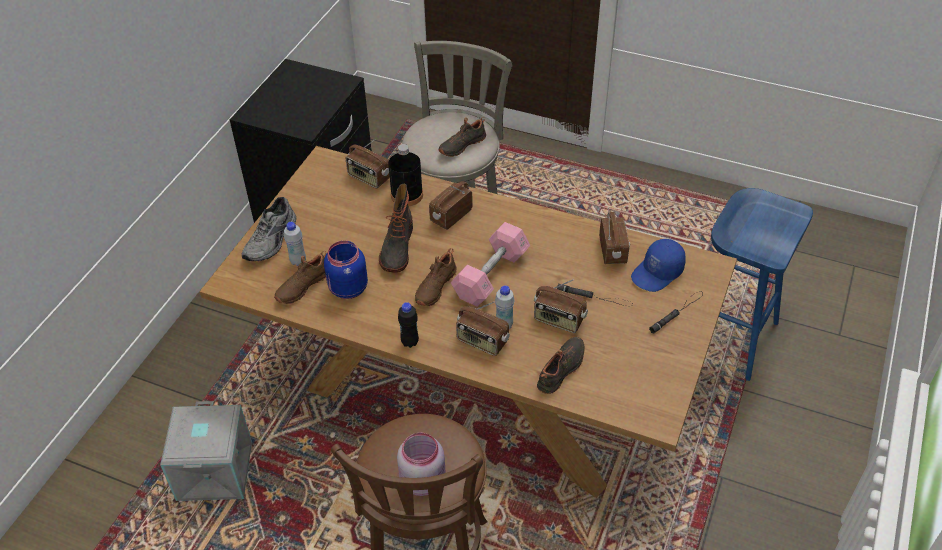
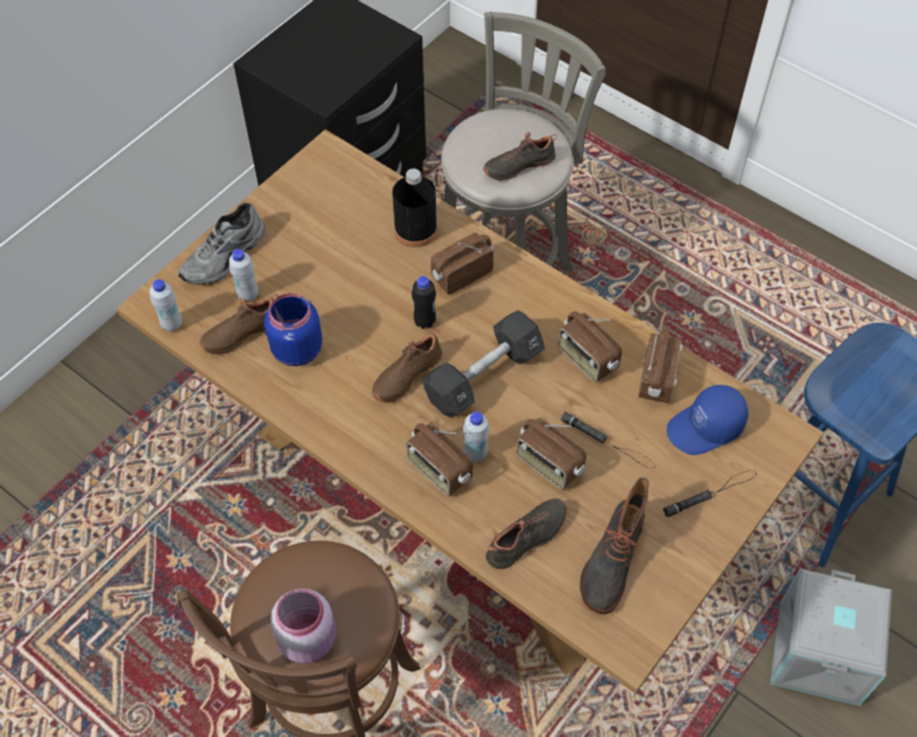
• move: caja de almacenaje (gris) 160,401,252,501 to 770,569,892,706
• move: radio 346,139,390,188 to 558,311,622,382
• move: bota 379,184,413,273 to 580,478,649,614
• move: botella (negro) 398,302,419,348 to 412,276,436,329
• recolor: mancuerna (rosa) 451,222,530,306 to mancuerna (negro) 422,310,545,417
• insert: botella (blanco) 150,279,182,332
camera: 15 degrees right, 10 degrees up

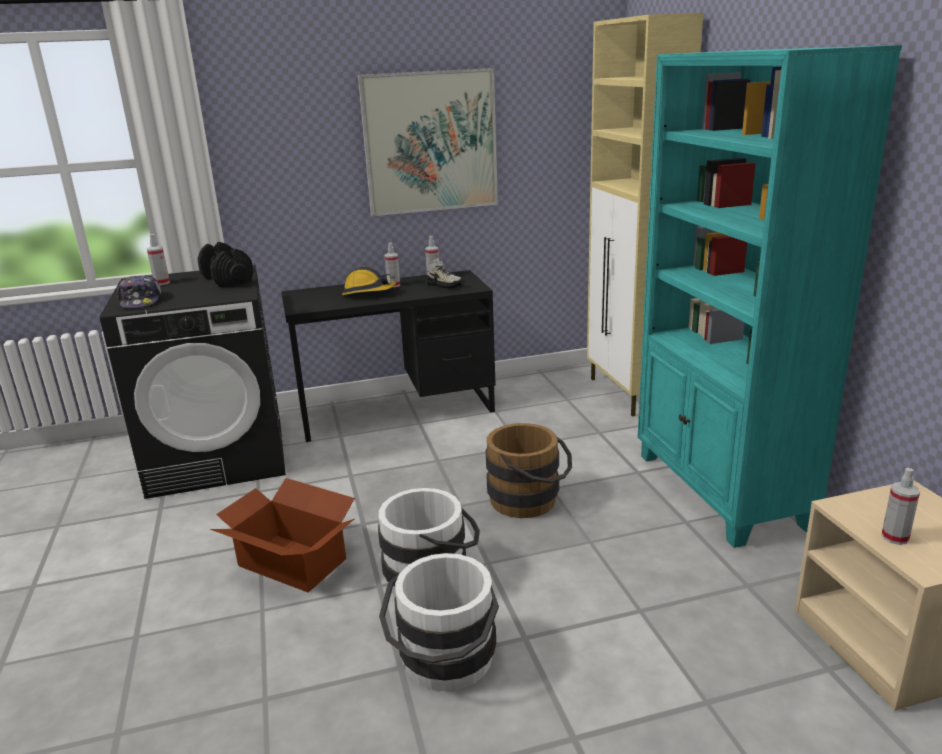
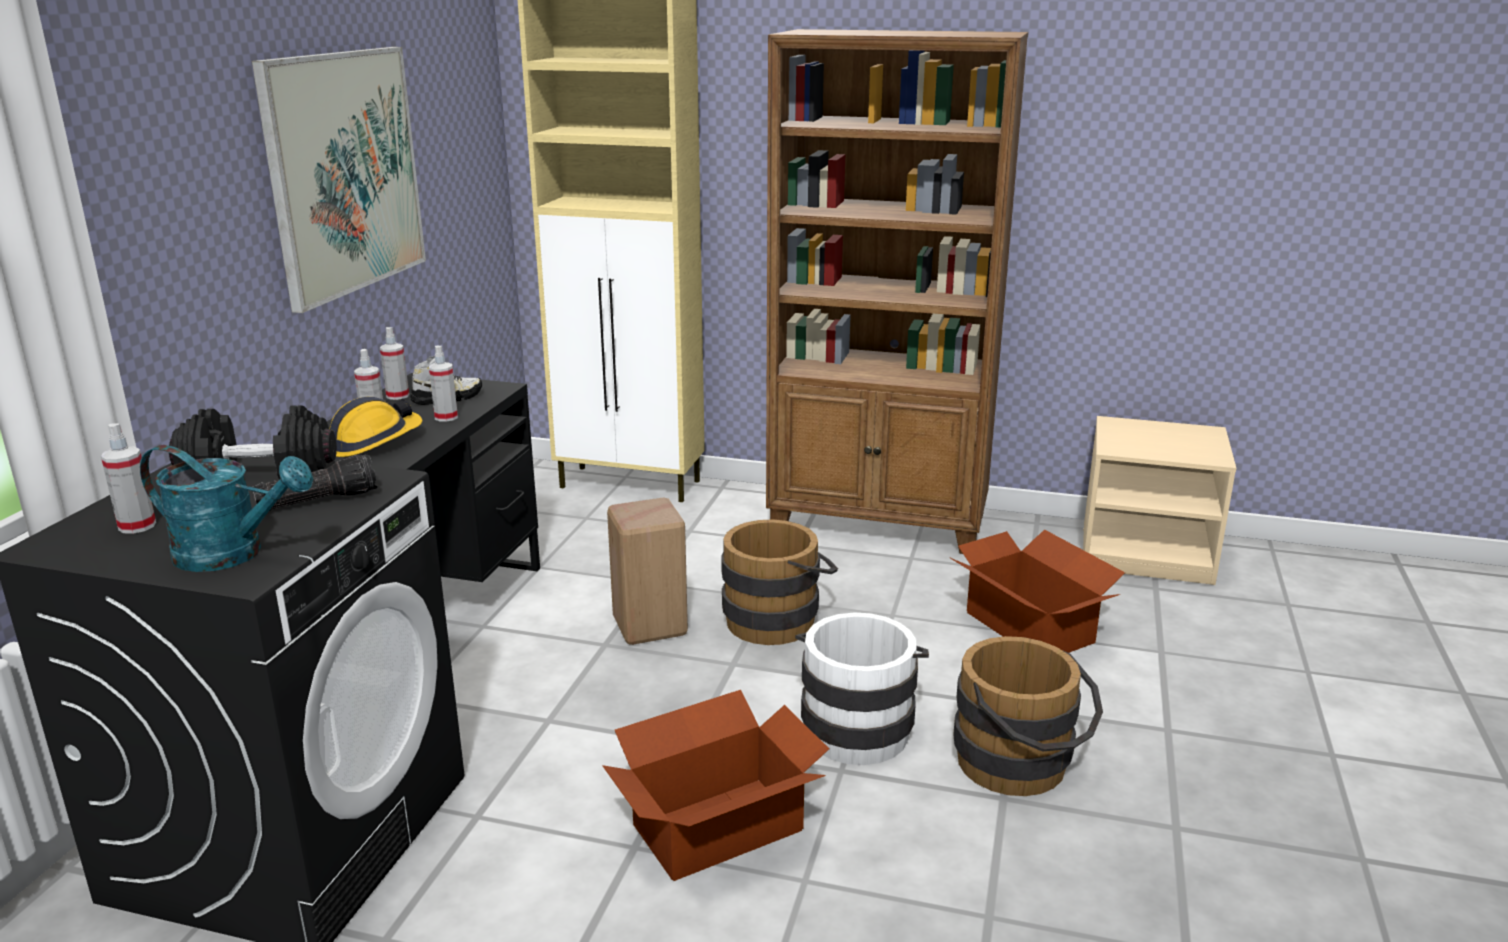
• replace: gorra 117,275,161,308 to regadera (turquesa) 140,445,313,572
• recolor: cubo (blanco) 379,553,499,692 to cubo (marrón) 953,636,1103,796
• recolor: estantería (turquesa) 638,45,902,548 to estantería (marrón) 766,29,1028,554
• move: pulverizador 881,468,920,545 to 429,346,458,422
• insert: linterna 252,454,378,511
• insert: taburete (beis) 607,498,688,645
• insert: caja de cartón 950,529,1125,653
camera: 60 degrees left, 0 degrees up

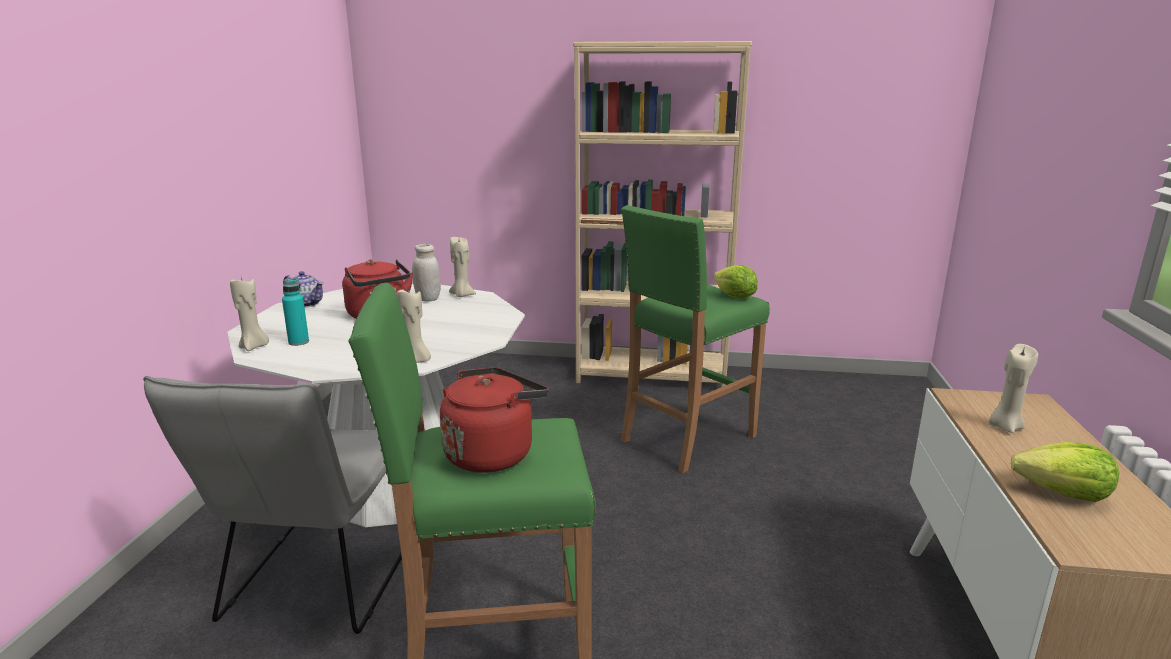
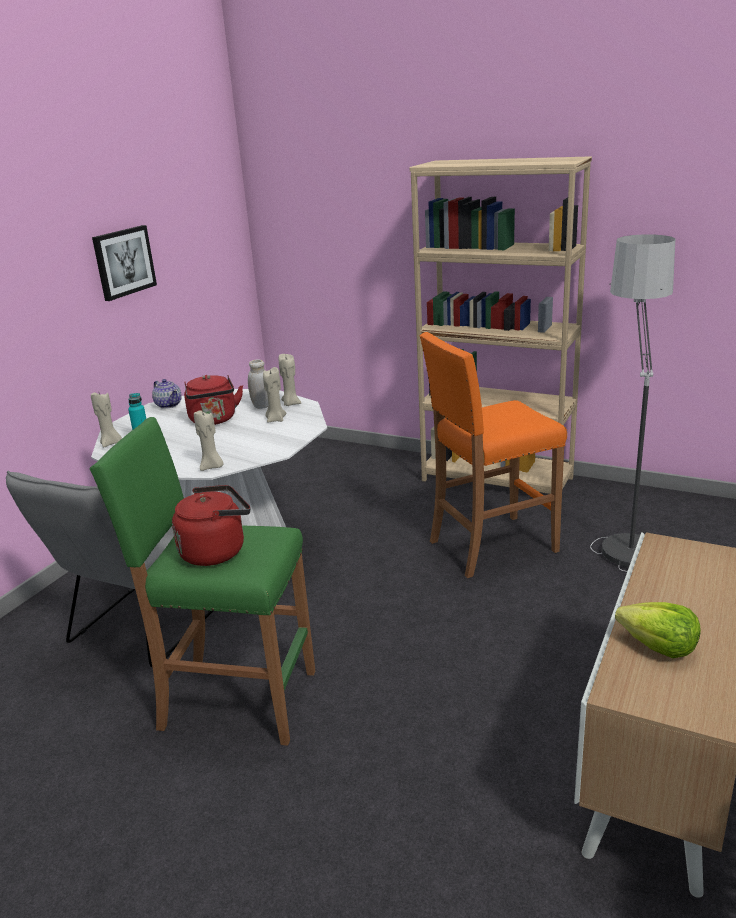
• recolor: taburete (verde) 621,205,770,473 to taburete (naranja) 420,332,567,578
• delete: lechuga 713,265,758,298
• move: vela (beis) 989,344,1038,433 to 263,367,286,423
• insert: cuadro 92,225,157,301
• insert: lámpara de pie 590,234,675,572
camera: 20 degrees right, 5 degrees up

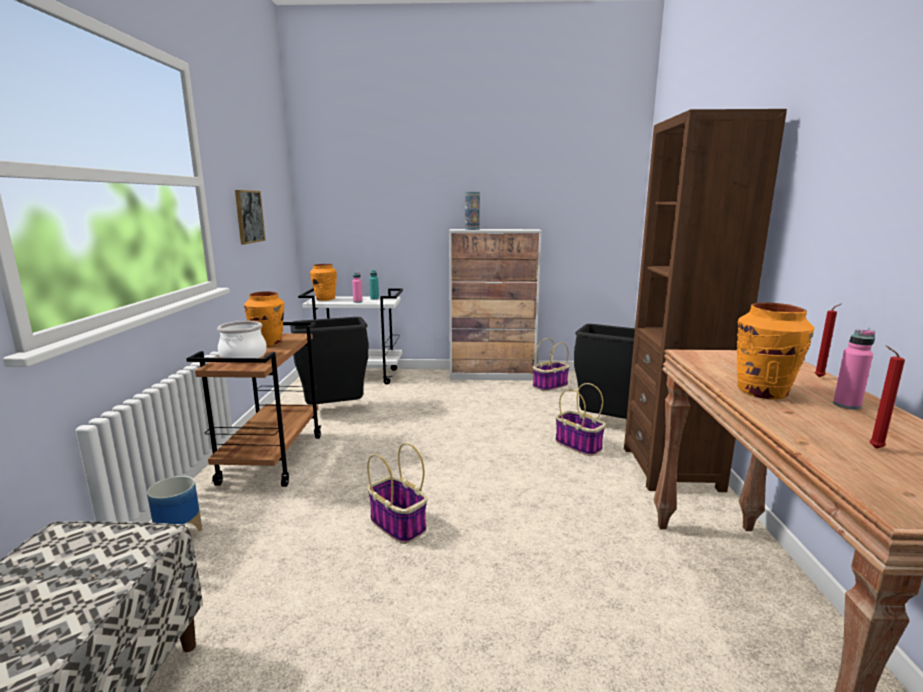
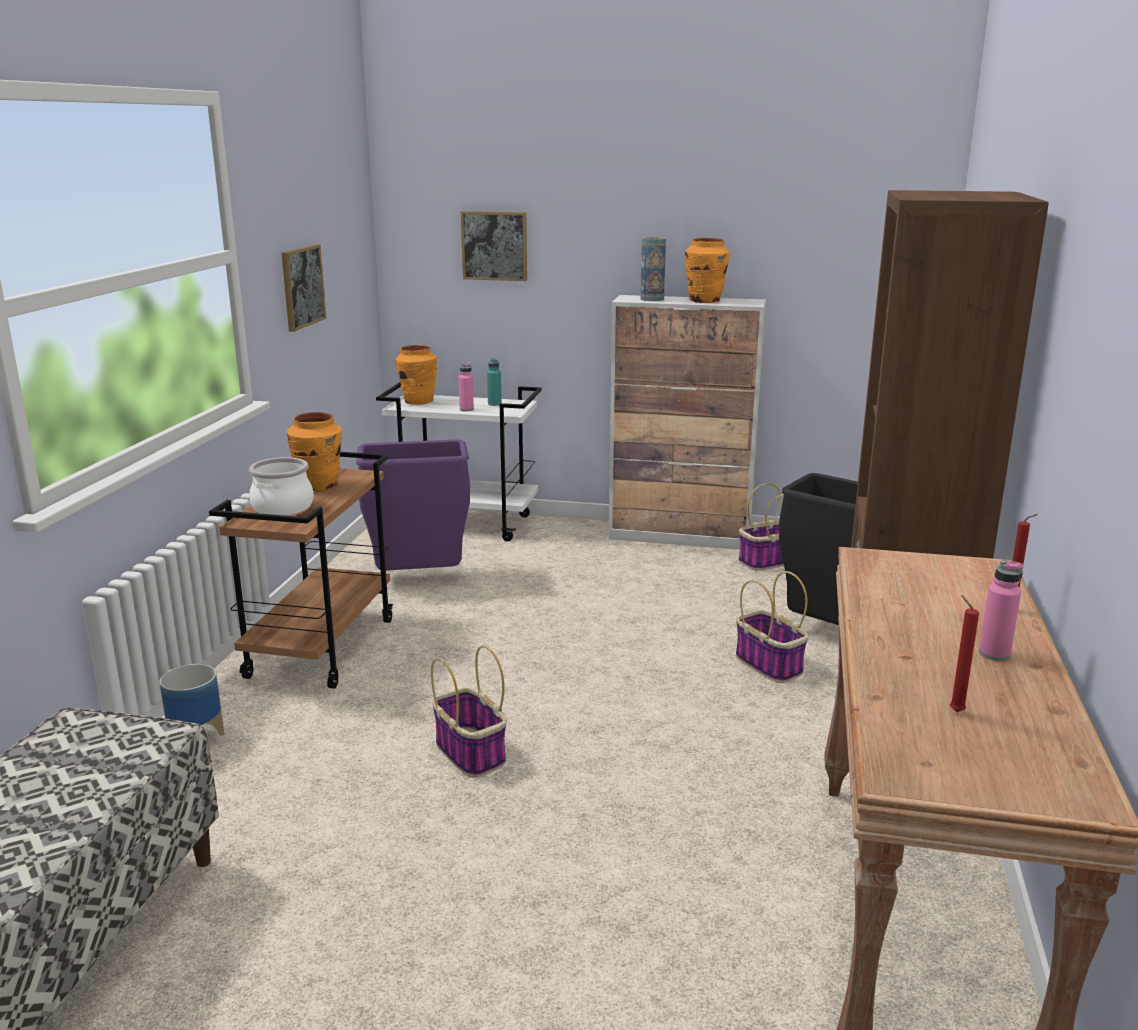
• recolor: papelera (negro) 290,317,369,405 to papelera (morado) 356,440,470,571
• move: florero (naranja) 736,302,815,399 to 685,238,730,303
• insert: cuadro 461,211,527,281
camera: 10 degrees right, 5 degrees up

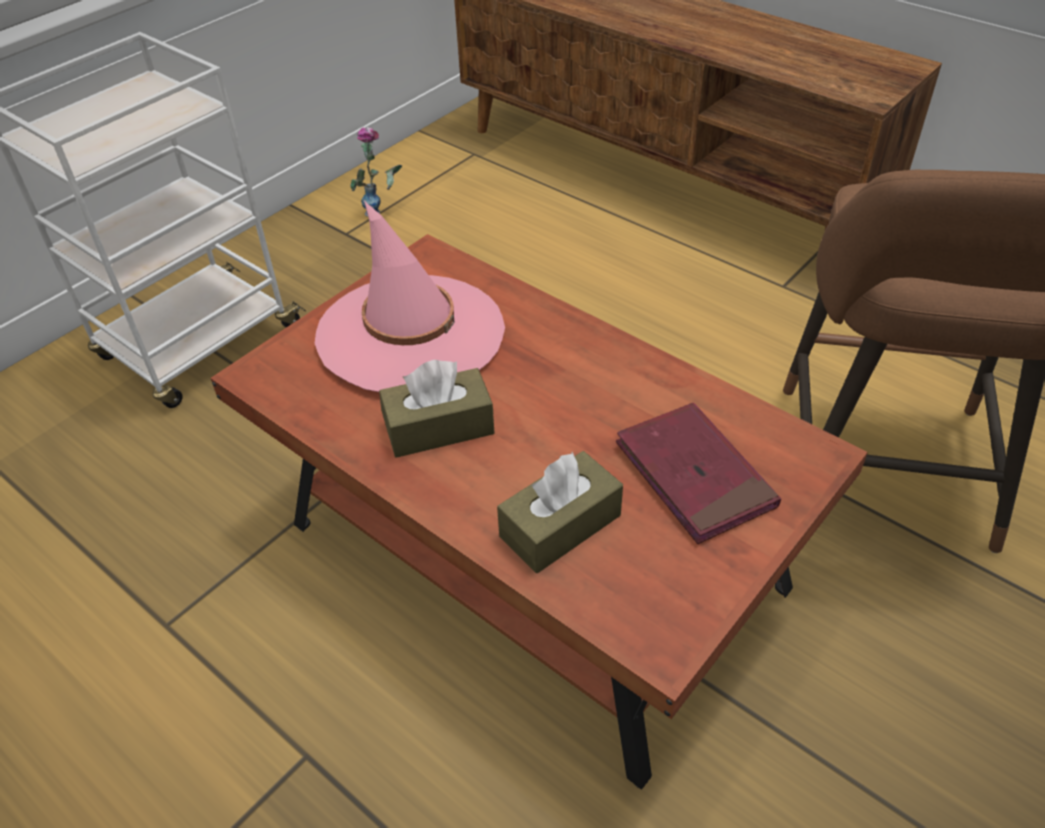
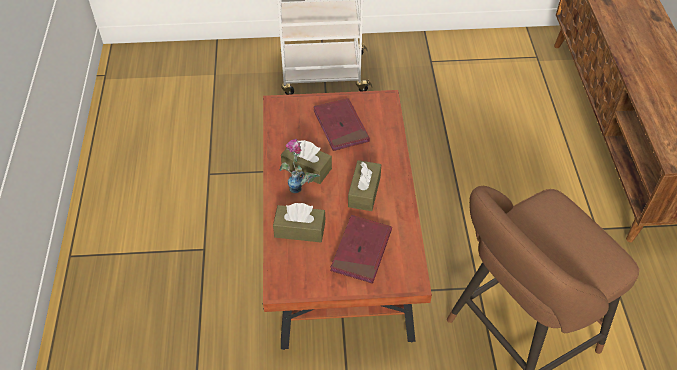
• replace: sombrero (rosa) 315,201,505,392 to libro (rojo) 314,98,370,151
• move: florero 351,127,402,216 to 280,139,320,193
• insert: caja de pañuelos (marrón) 348,160,381,211
camera: 45 degrees right, 5 degrees up

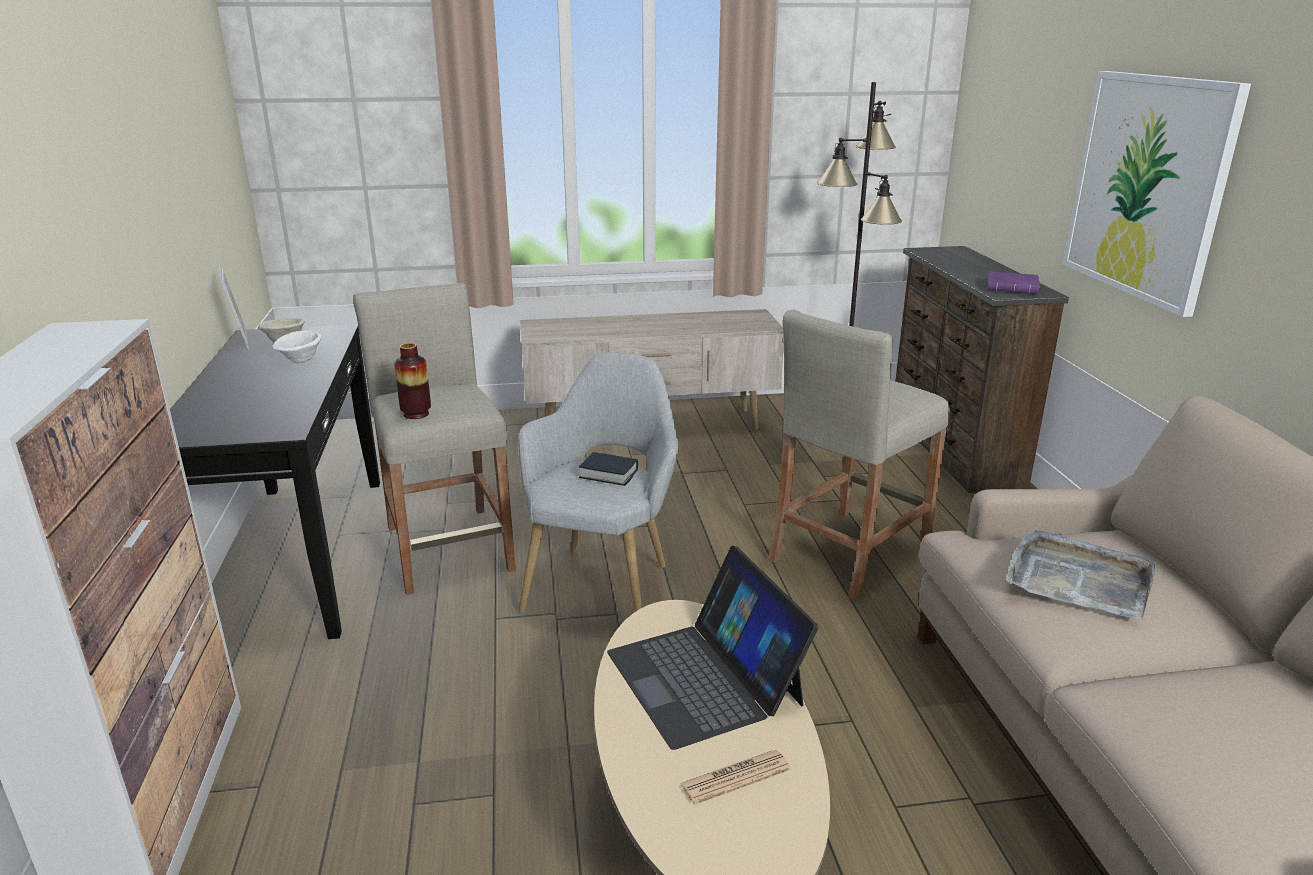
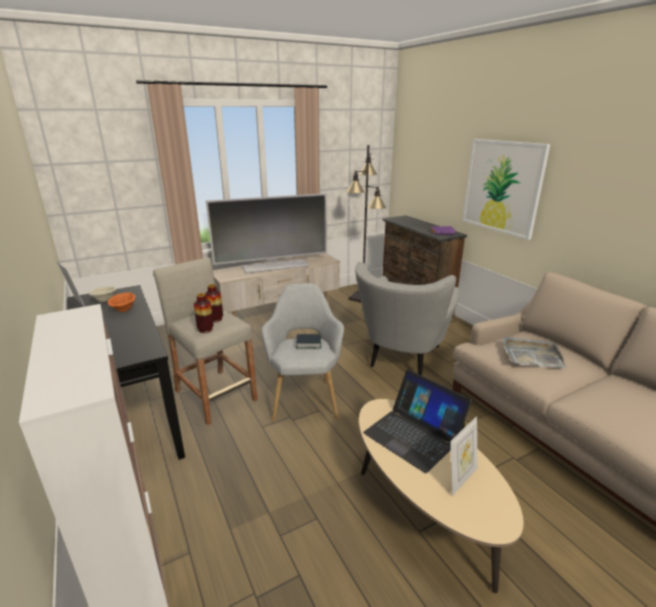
• recolor: cuenco (blanco) 273,330,322,363 to cuenco (naranja) 107,292,136,312
• replace: periódico 680,750,791,805 to portarretratos 450,416,477,496
• replace: taburete (beis) 768,309,950,601 to sillón (gris) 355,262,460,375
• insert: florero 205,284,223,322
• insert: televisor 206,193,327,273
camera: 20 degrees left, 0 degrees up

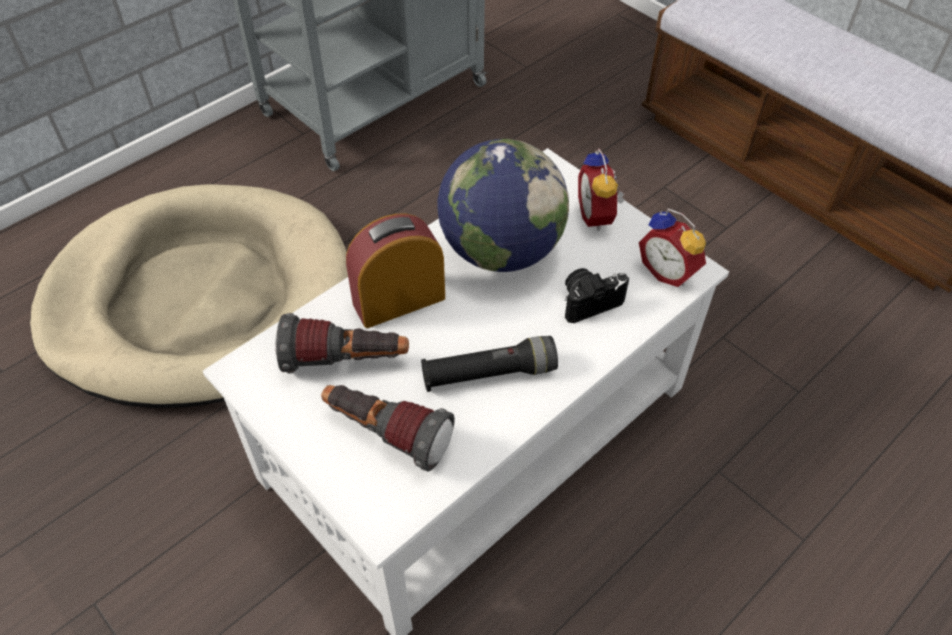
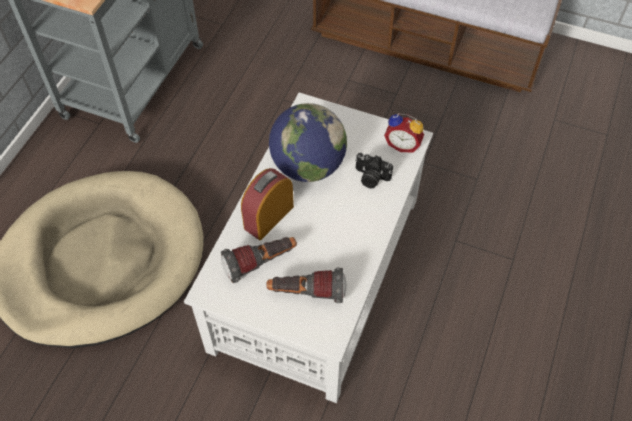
• delete: linterna (negro) 421,336,558,392
• rotate: cámara 565,268,629,323 = 355,153,393,188 105 degrees counterclockwise
• delete: despertador 578,148,624,231
camera: 25 degrees left, 5 degrees up

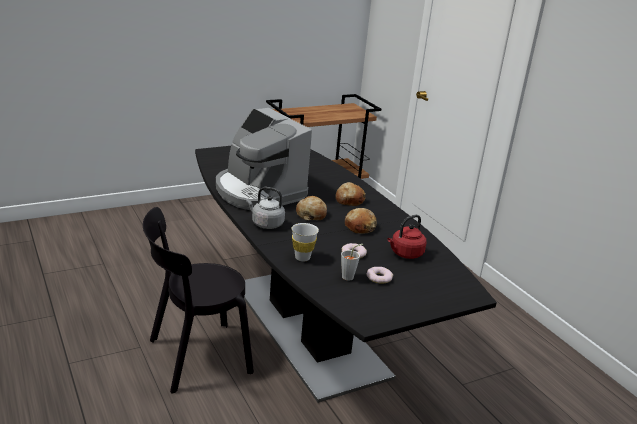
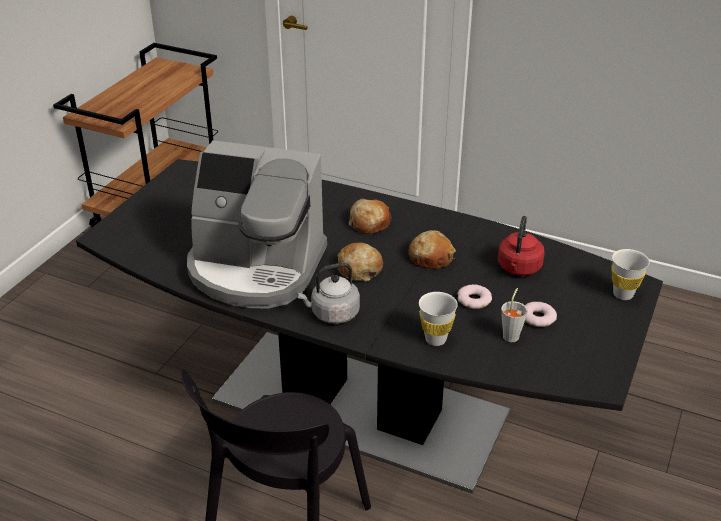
• insert: taza (blanco) 611,249,650,300
camera: 35 degrees left, 10 degrees up

